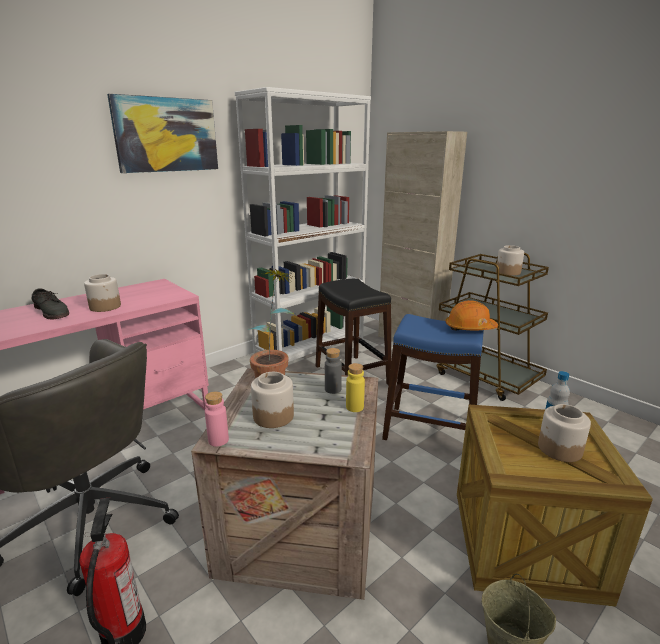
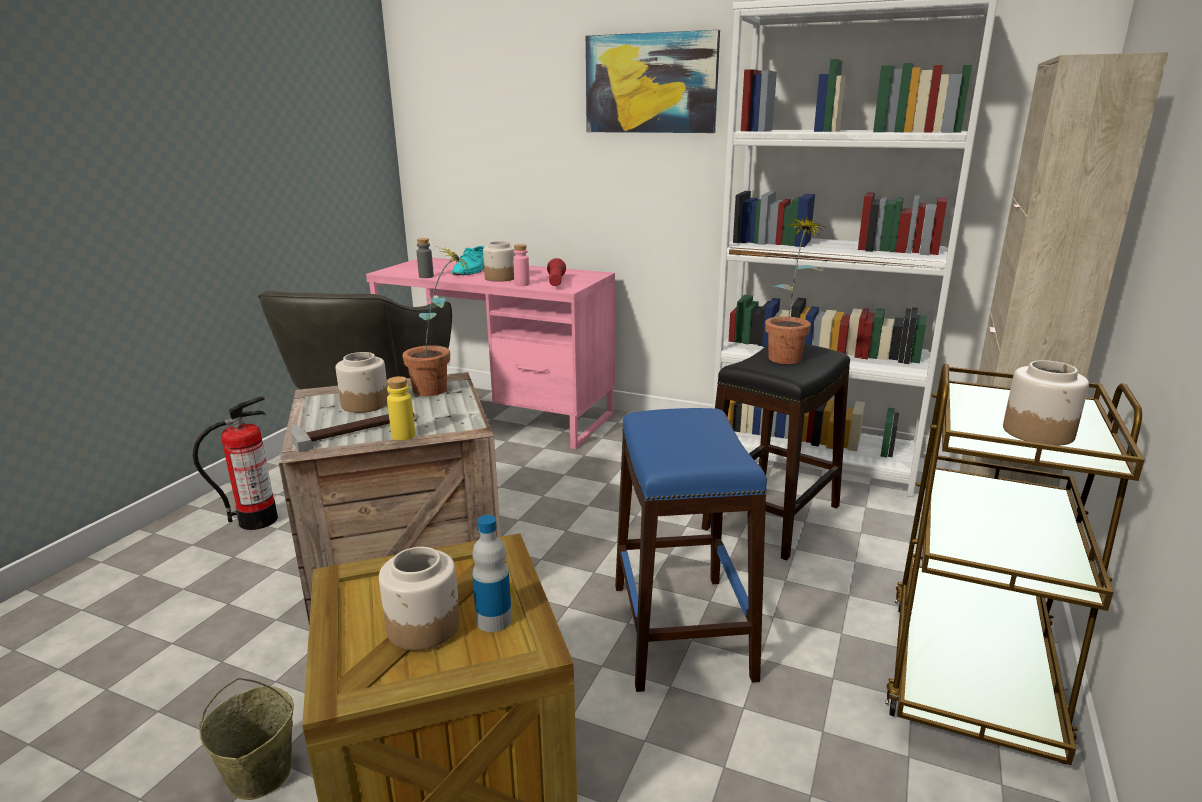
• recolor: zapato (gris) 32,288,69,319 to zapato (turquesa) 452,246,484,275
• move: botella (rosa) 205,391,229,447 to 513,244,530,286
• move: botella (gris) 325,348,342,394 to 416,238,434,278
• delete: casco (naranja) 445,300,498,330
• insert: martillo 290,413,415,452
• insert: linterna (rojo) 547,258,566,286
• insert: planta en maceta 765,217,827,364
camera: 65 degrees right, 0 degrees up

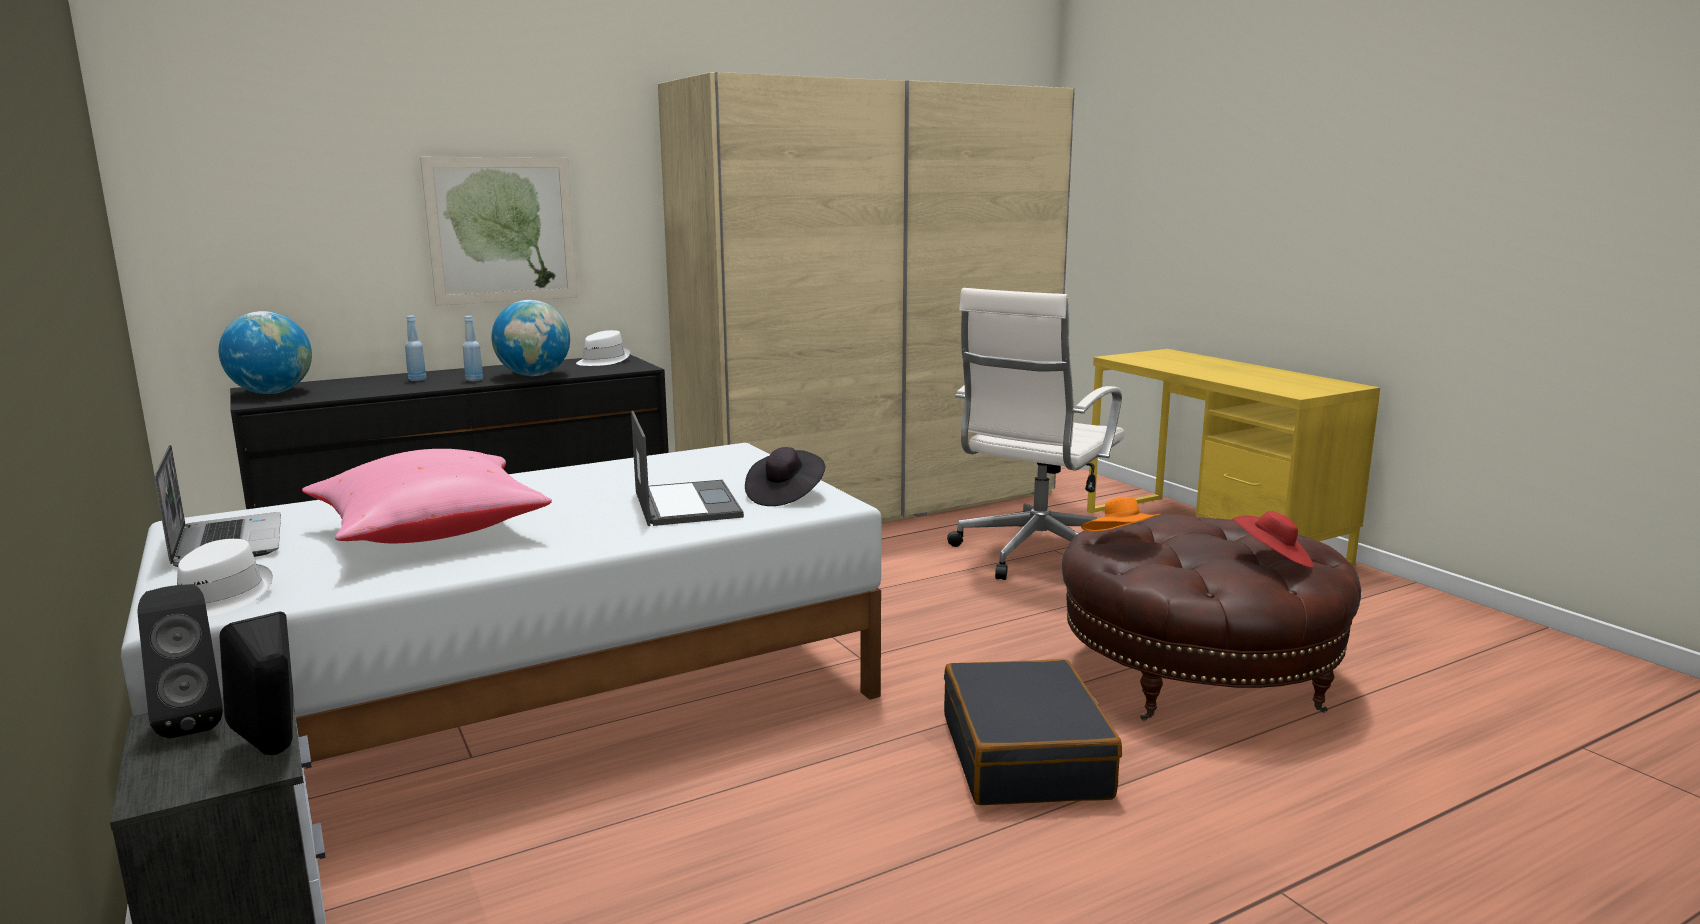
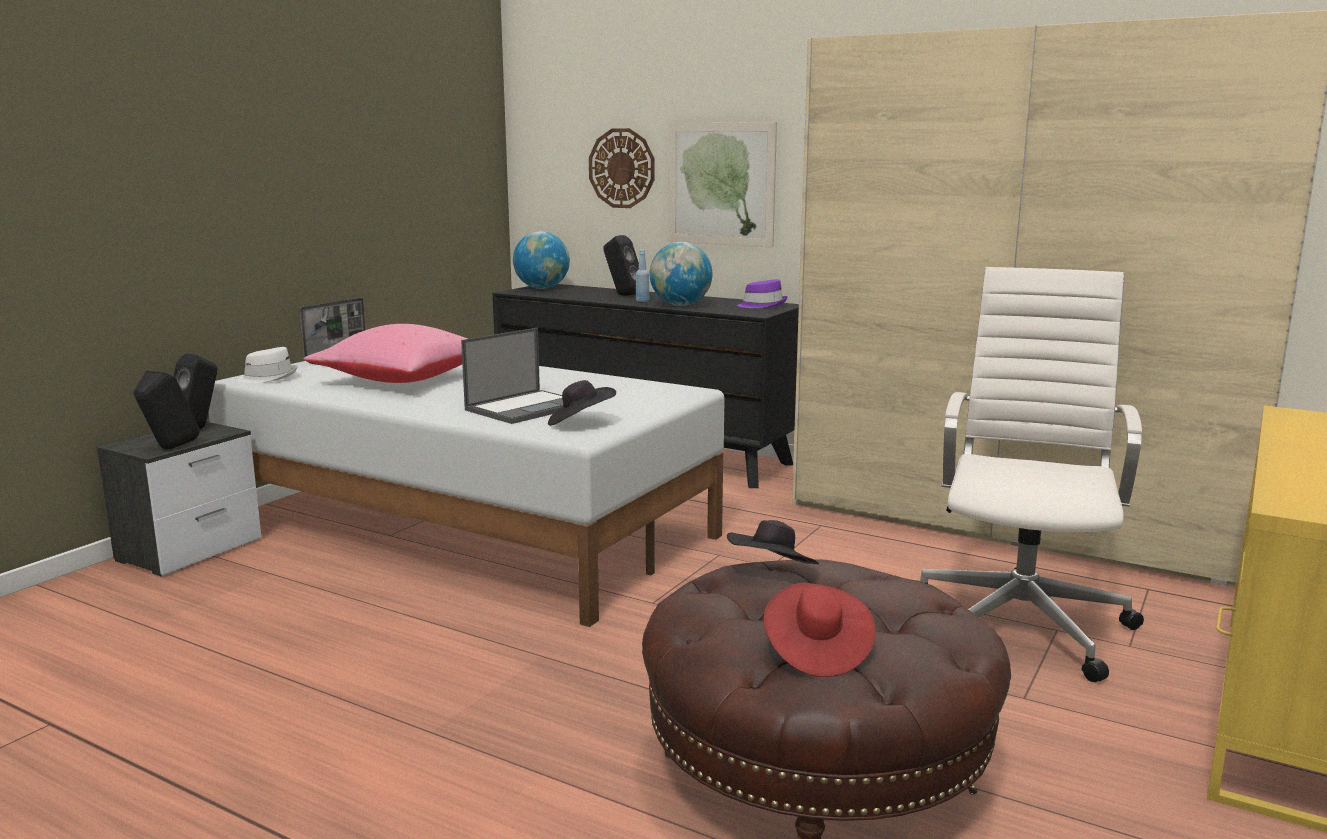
• replace: botella (azul) 405,316,426,381 to altavoz (negro) 603,235,639,296
• recolor: sombrero (blanco) 576,330,630,366 to sombrero (morado) 737,279,788,308
• delete: maleta (negro) 944,659,1122,805
• rotate: silla de oficina (blanco) 947,288,1125,580 = 916,267,1144,682 105 degrees clockwise
• recolor: sombrero (naranja) 1081,497,1160,532 to sombrero (negro) 727,520,819,564
• insert: reloj de pared 589,128,655,208
camera: 60 degrees right, 0 degrees up

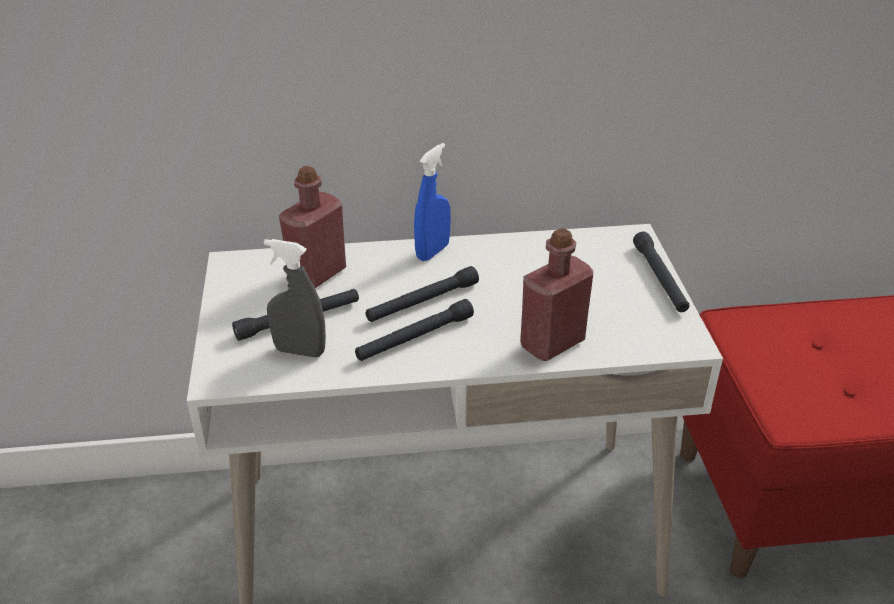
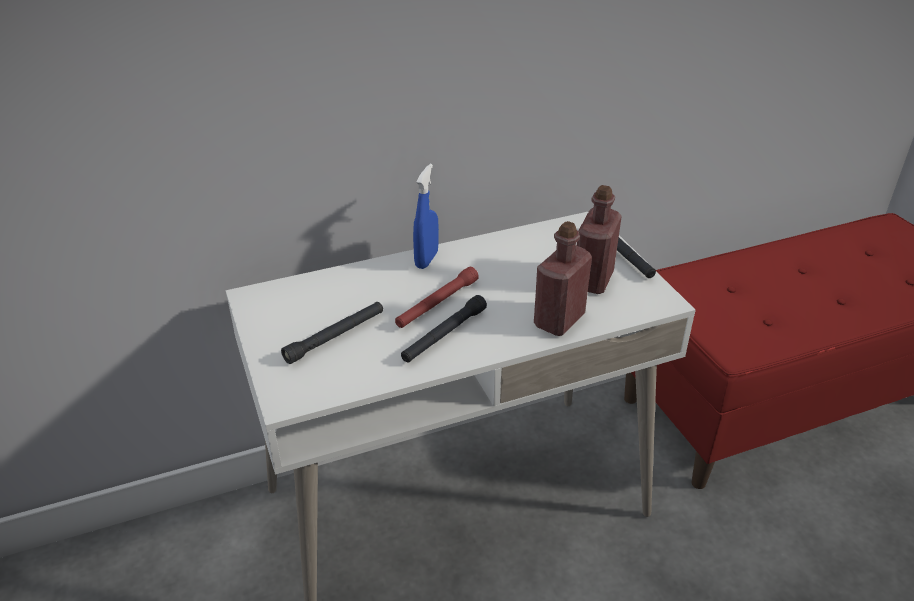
• delete: pulverizador (gris) 264,239,326,358
• move: botella (rojo) 279,166,346,288 to 577,185,622,294
• recolor: linterna (negro) 366,266,479,322 to linterna (rojo) 395,267,479,328
camera: 15 degrees left, 0 degrees up

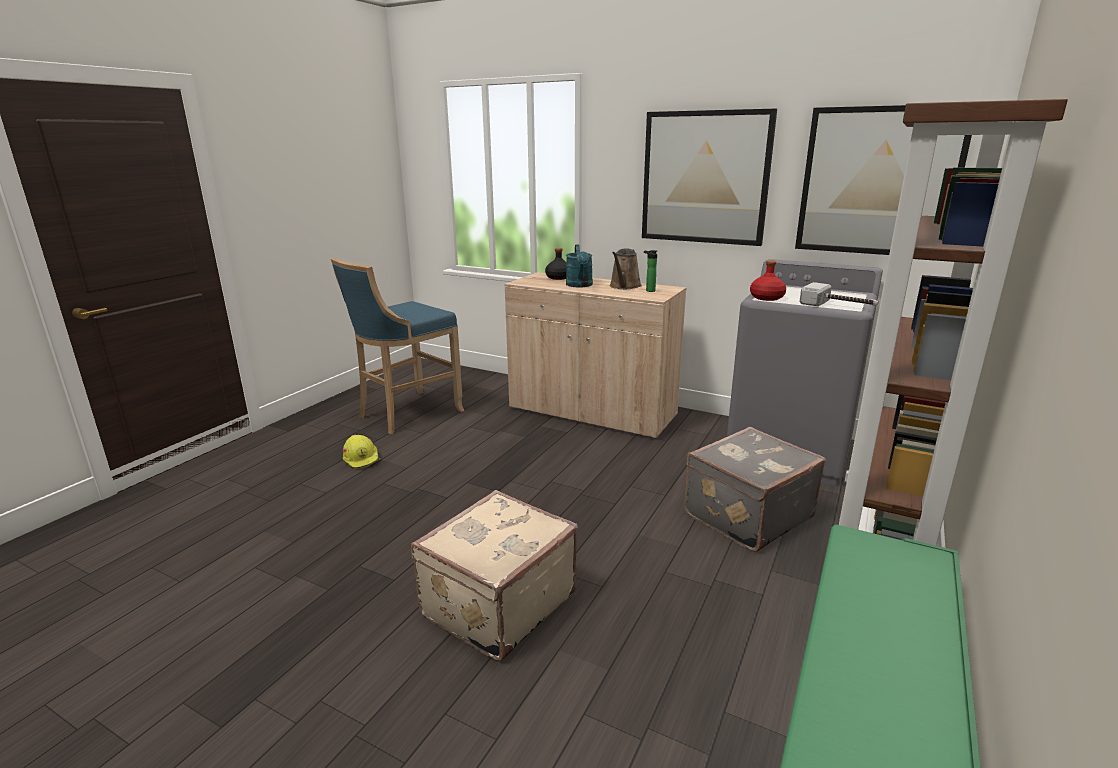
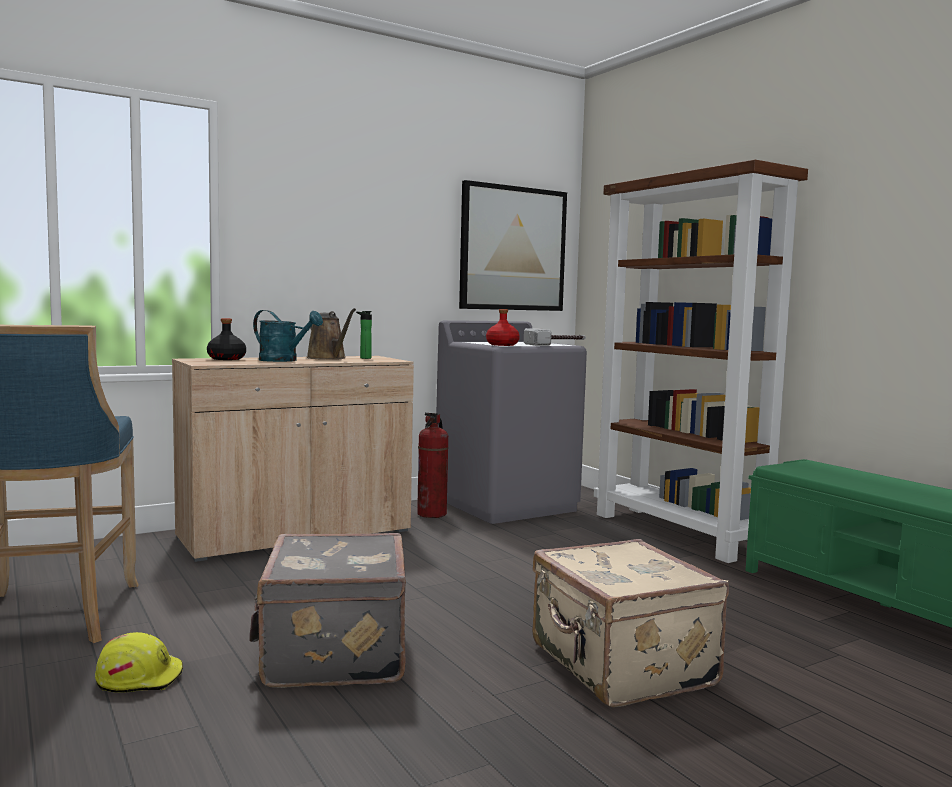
• delete: cuadro 642,109,777,246
• move: maleta (gris) 684,427,826,552 to 249,533,406,688
• insert: extintor 417,413,449,518
camera: 60 degrees left, 15 degrees down

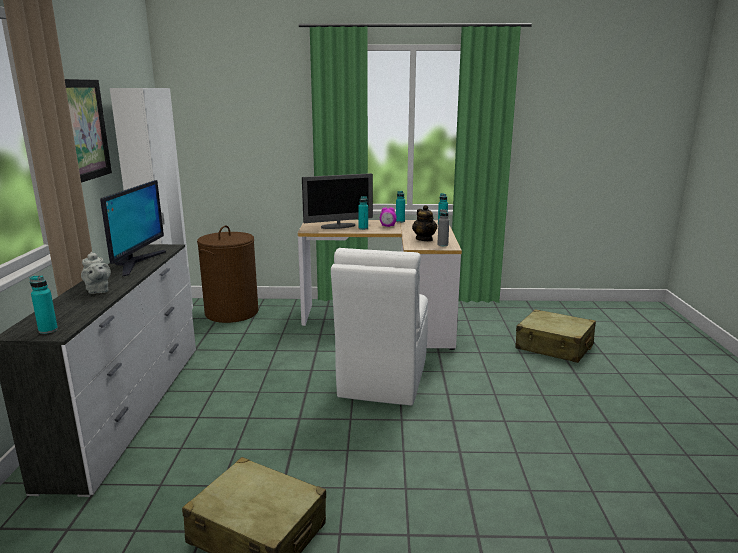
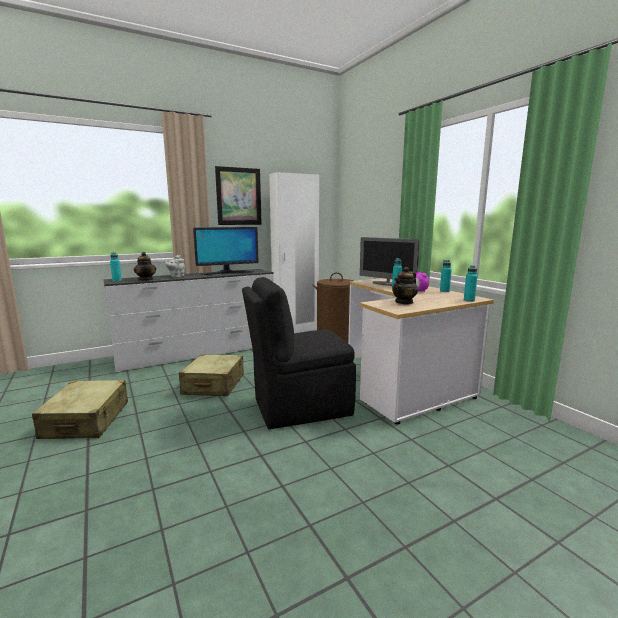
• recolor: silla (blanco) 331,248,428,406 to silla (negro) 242,277,356,429
• delete: botella (gris) 437,209,449,246
• move: maleta (beis) 516,309,596,363 to 179,354,244,396
• insert: tetera 134,252,156,281
camera: 60 degrees right, 5 degrees down

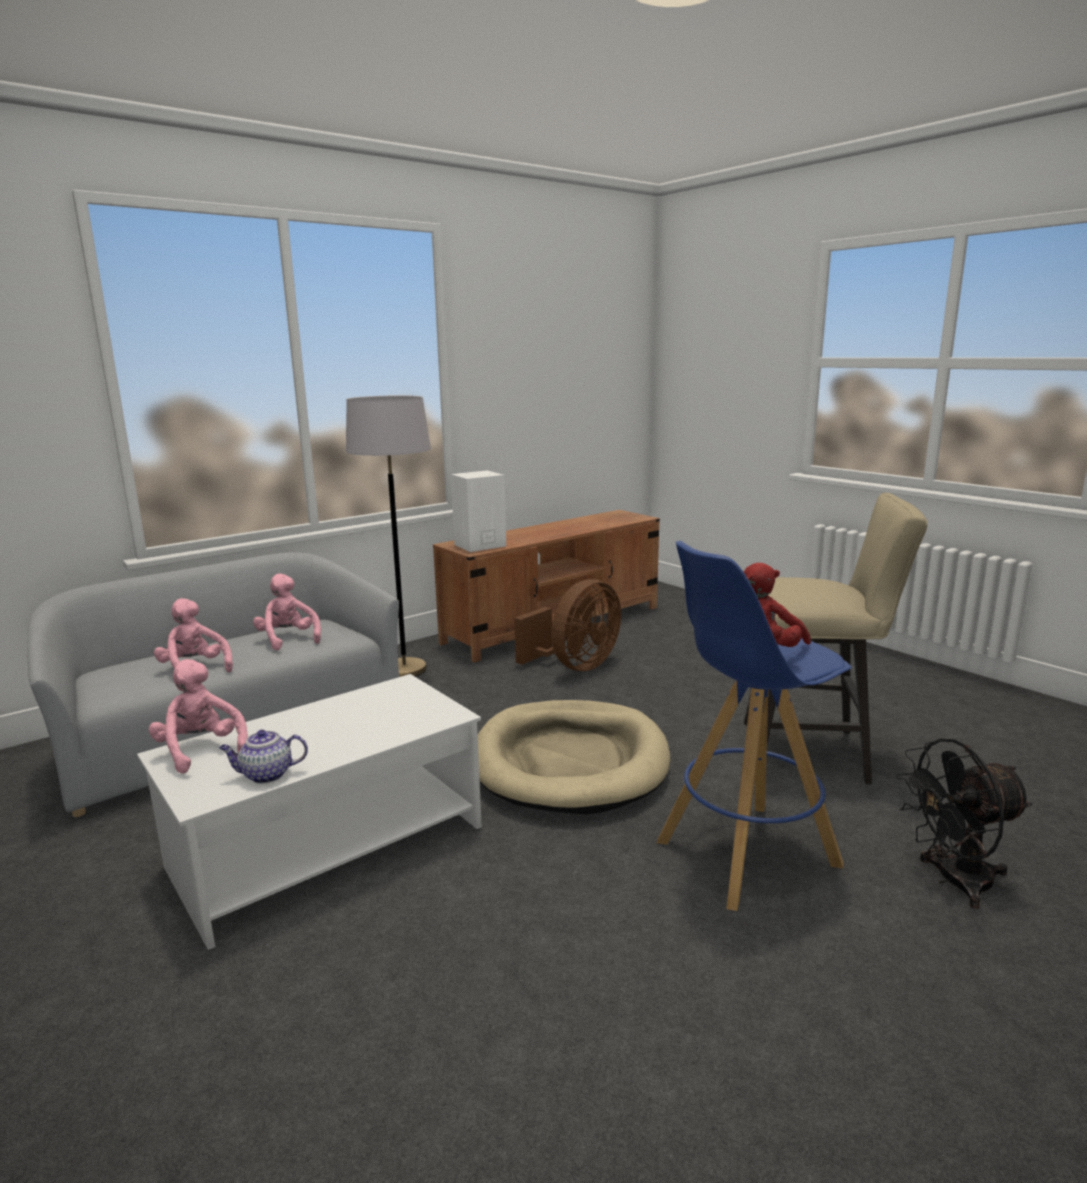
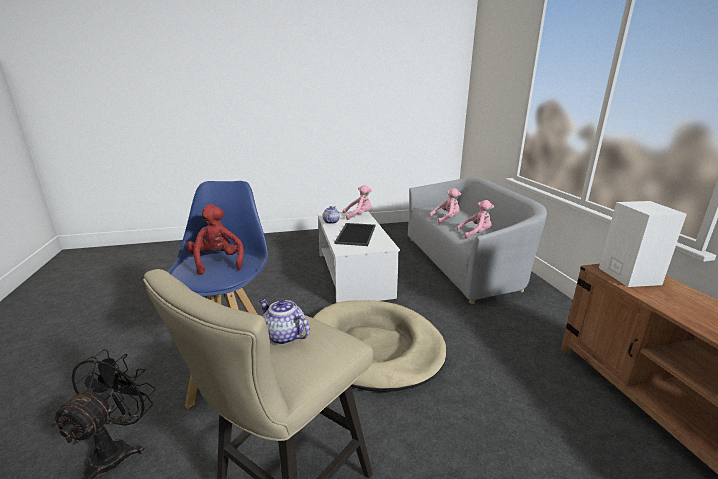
• delete: lámpara de pie (gris) 346,395,431,677
• delete: ventilador (marrón) 514,579,621,671
• insert: tetera 259,299,310,345
• insert: bandeja 334,223,375,246
camera: 115 degrees right, 5 degrees up

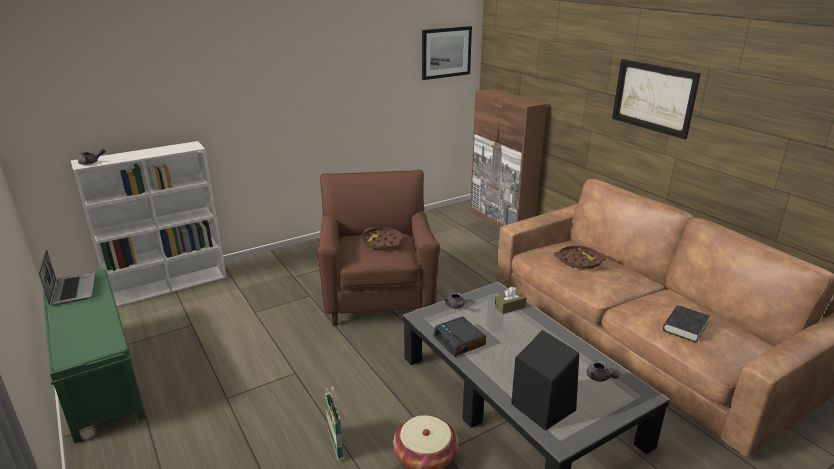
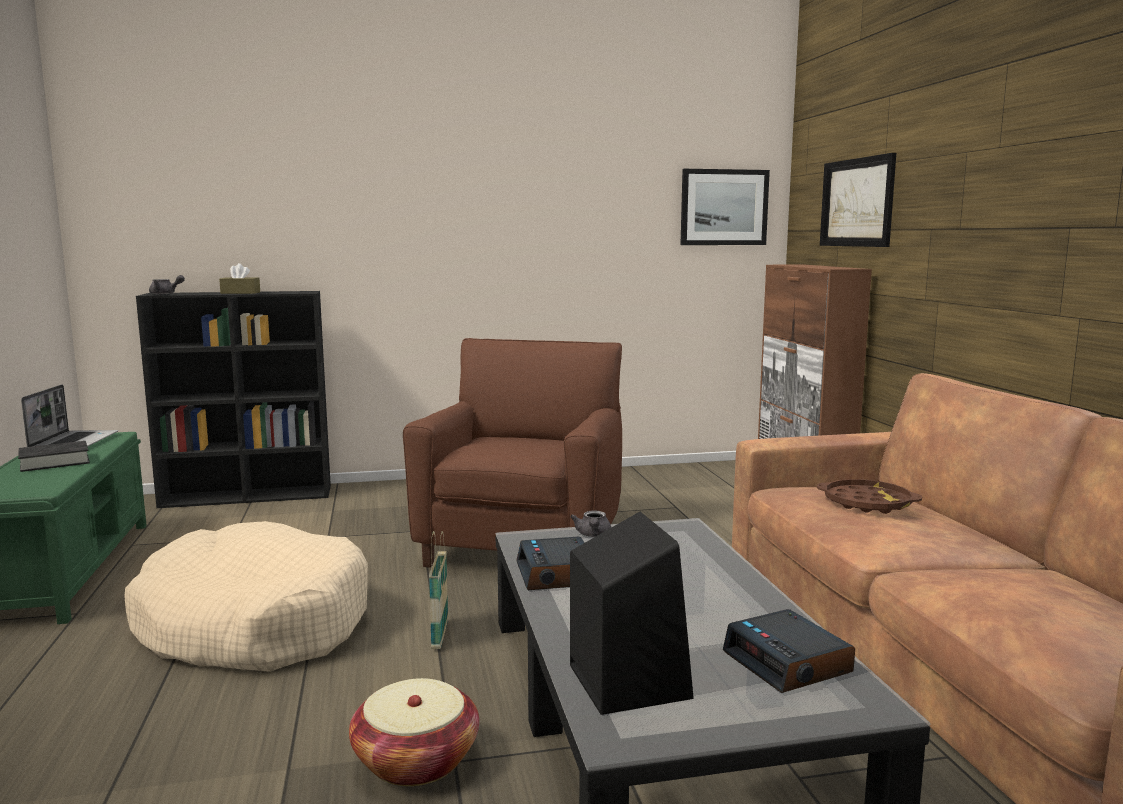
• recolor: estantería (blanco) 71,141,227,307 to estantería (negro) 136,291,331,508
• move: cesta 325,387,344,461 to 429,531,448,649
• delete: bandeja (marrón) 360,227,403,249
• move: caja de pañuelos (marrón) 495,287,526,314 to 219,263,260,294
• replace: tetera (gris) 587,361,619,382 to despertador 723,609,855,693
• move: cuadro 612,59,701,139 to 820,153,896,247
• move: libro (negro) 663,305,710,343 to 18,441,90,472
• insert: cama para perro (beis) 124,521,368,672
camera: 20 degrees right, 15 degrees down

